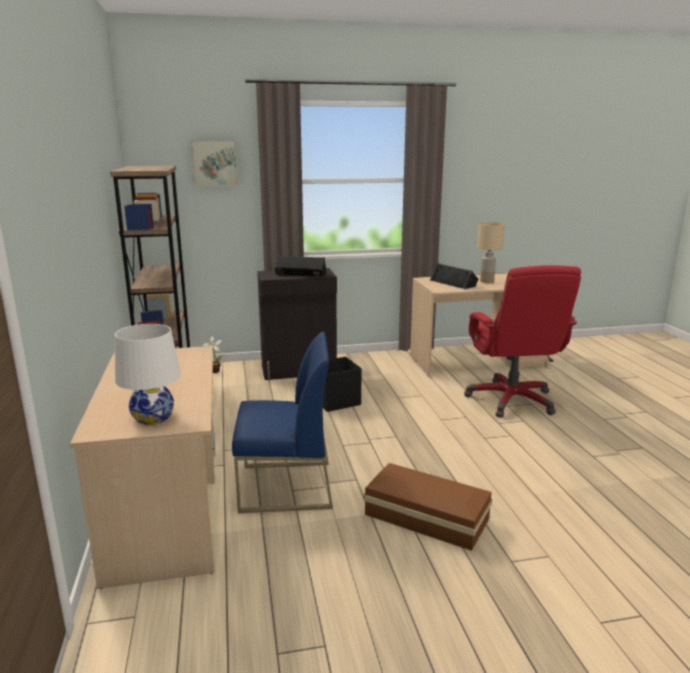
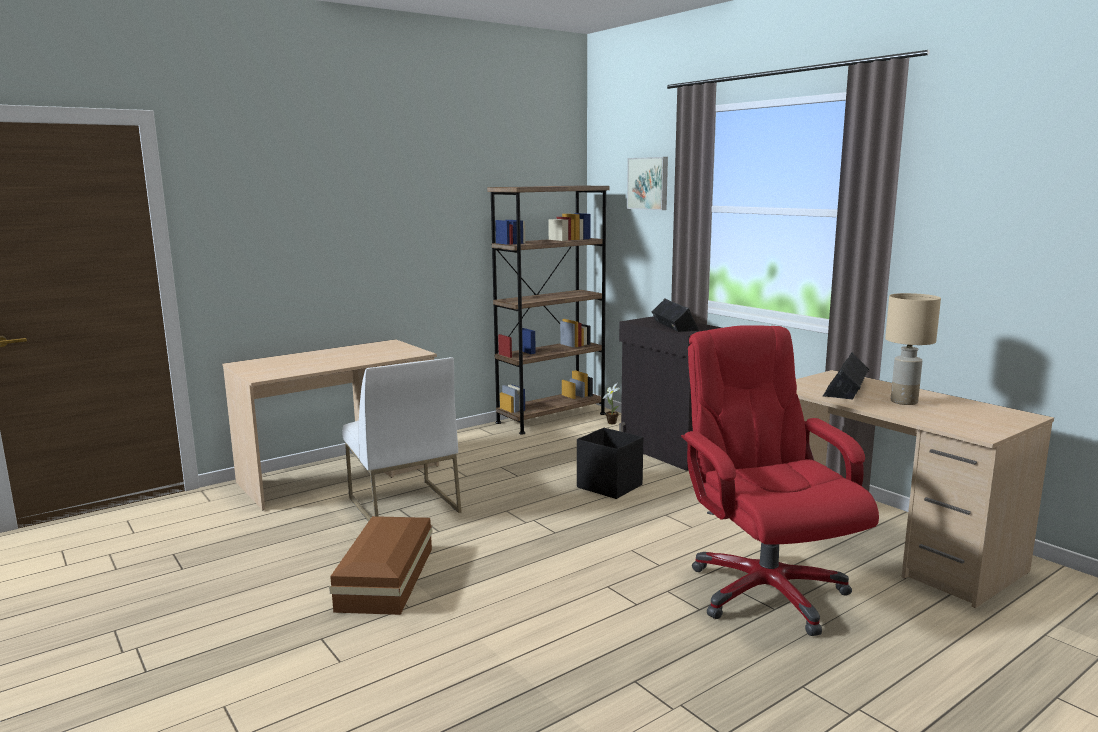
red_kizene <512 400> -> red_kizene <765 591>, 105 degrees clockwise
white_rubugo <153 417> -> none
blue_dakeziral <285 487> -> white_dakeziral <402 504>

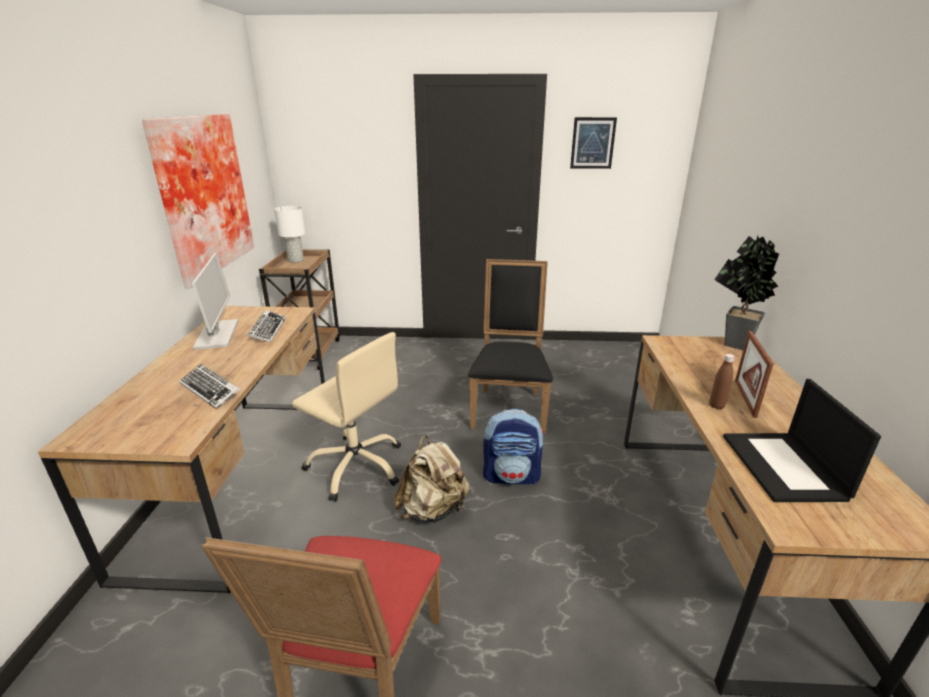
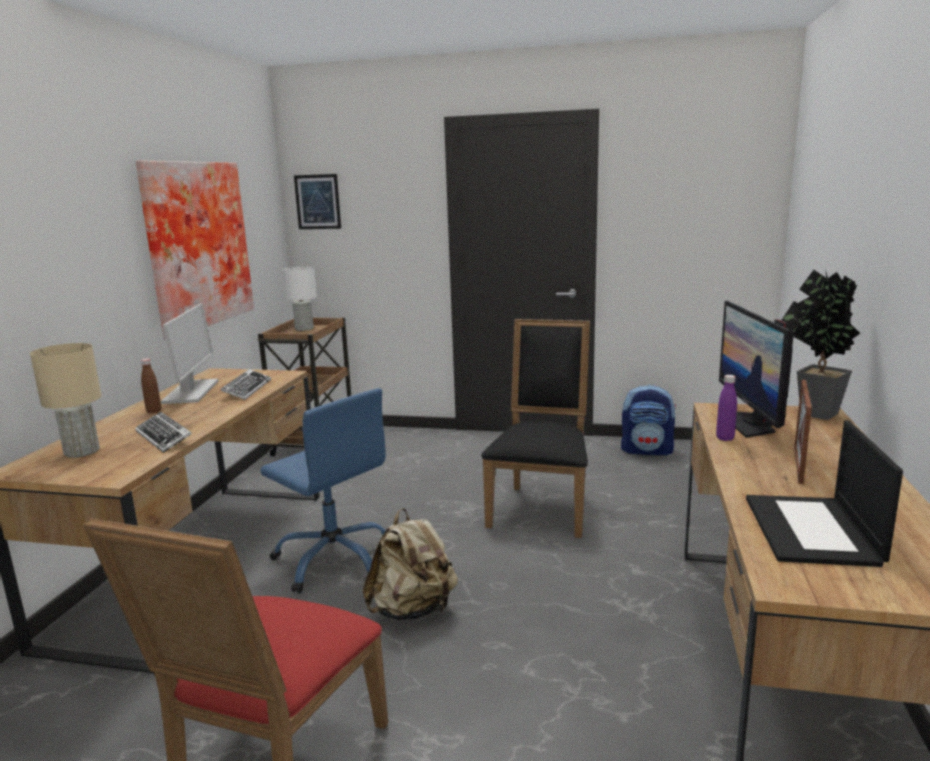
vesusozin <592 143> -> vesusozin <317 202>, relocated
beige_kizene <356 466> -> blue_kizene <334 559>
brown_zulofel <716 406> -> brown_zulofel <154 411>, relocated
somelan <512 476> -> somelan <647 450>, relocated
none -> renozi <750 424>
none -> beige_rubugo <82 452>
none -> purple_zulofel <725 438>

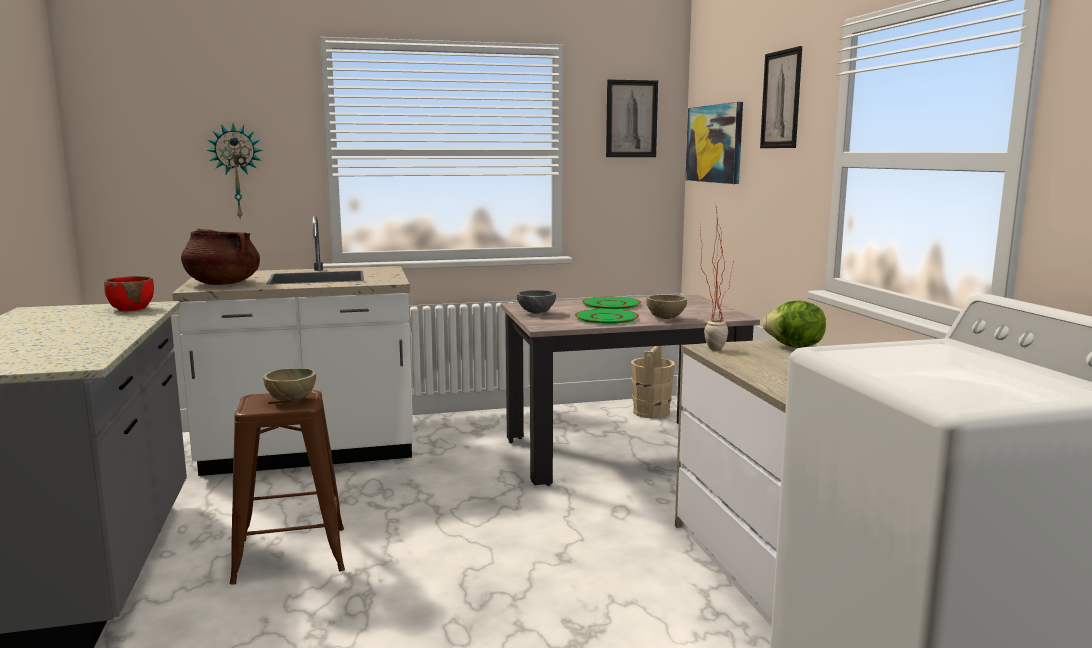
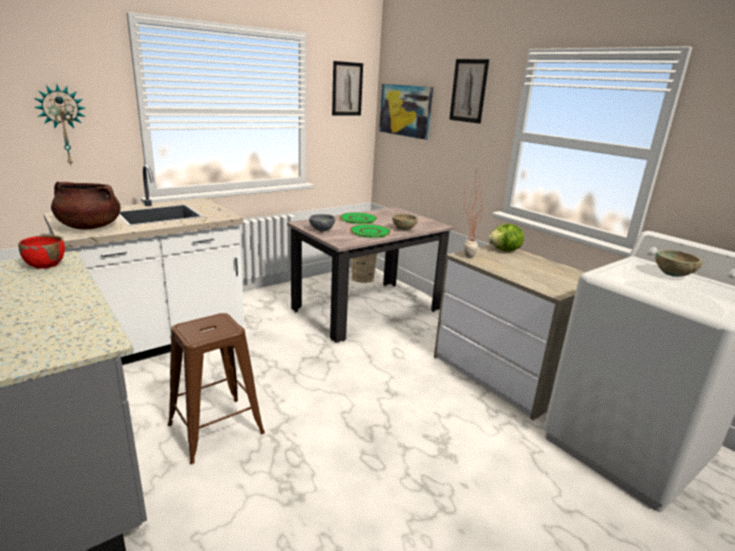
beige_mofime <292 400> -> beige_mofime <673 275>, relocated

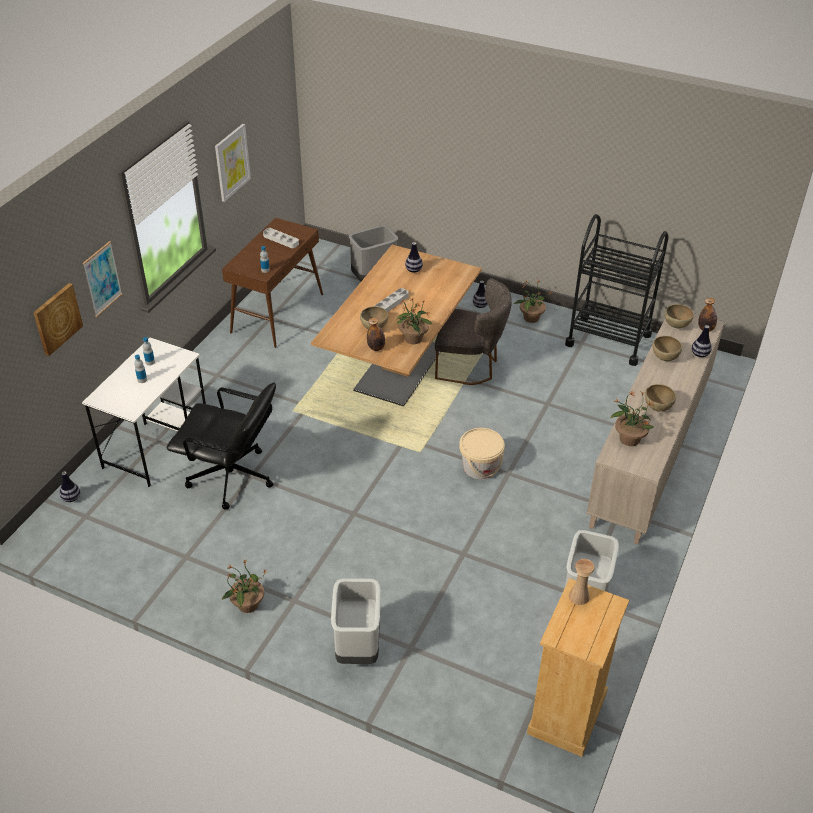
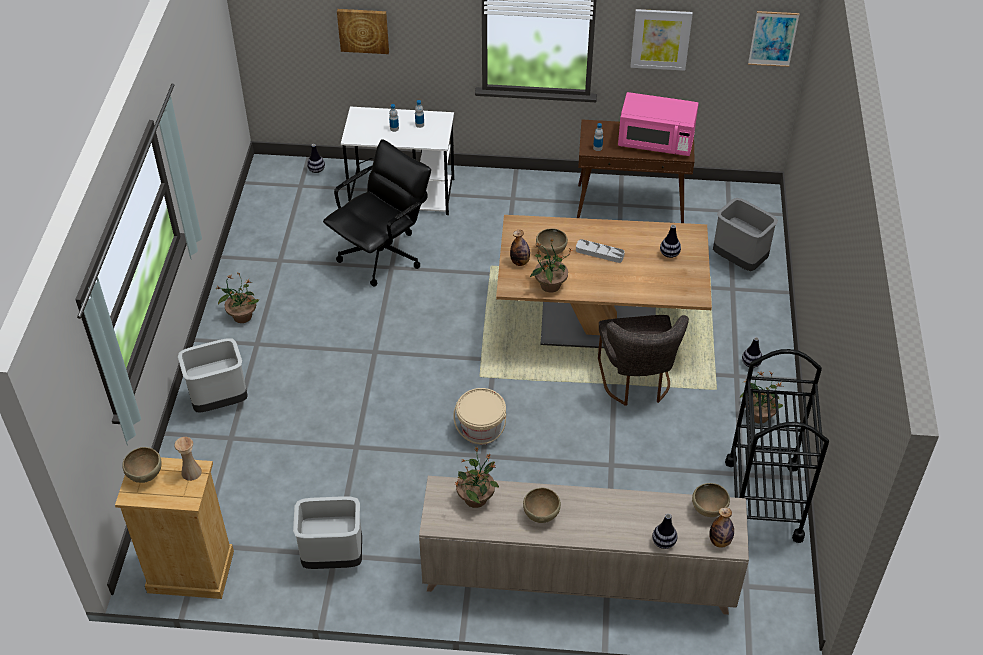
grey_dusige <281 240> -> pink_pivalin <656 142>
vesusozin <102 279> -> vesusozin <773 38>, relocated
brown_mofime <664 358> -> brown_mofime <145 475>, relocated
black_kizene <231 478> -> black_kizene <382 256>, 135 degrees counterclockwise

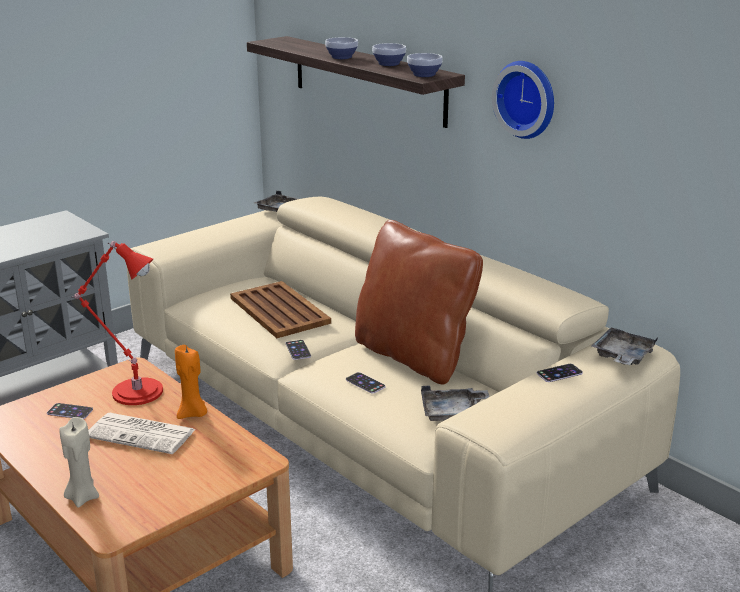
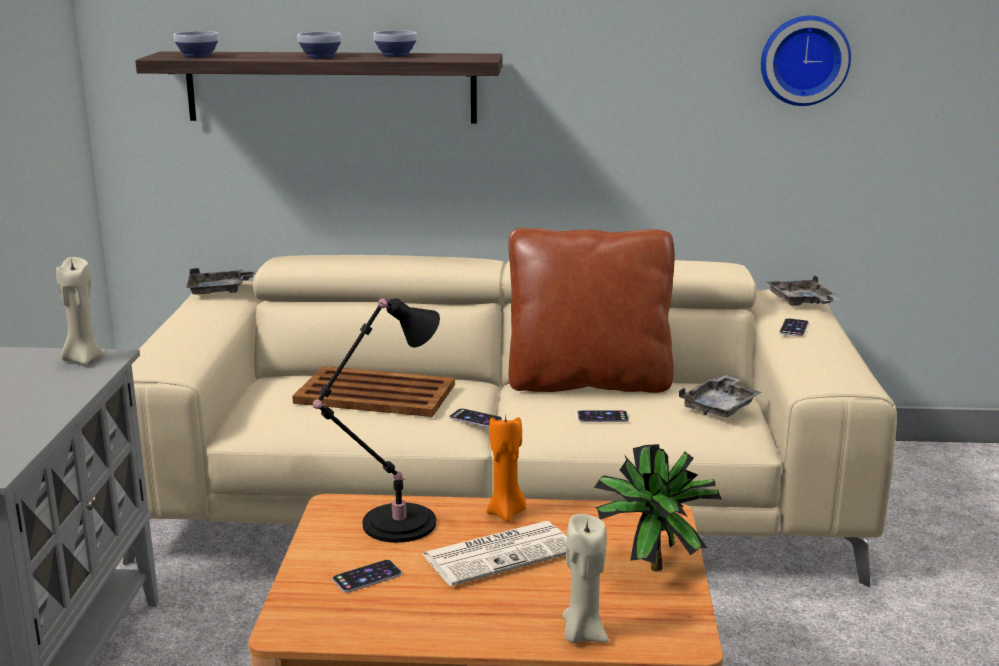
mofime <423 75> -> mofime <197 56>, relocated
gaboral <527 98> -> gaboral <804 60>, relocated
red_rubugo <133 391> -> black_rubugo <393 525>
none -> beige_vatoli <83 359>
none -> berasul <650 564>

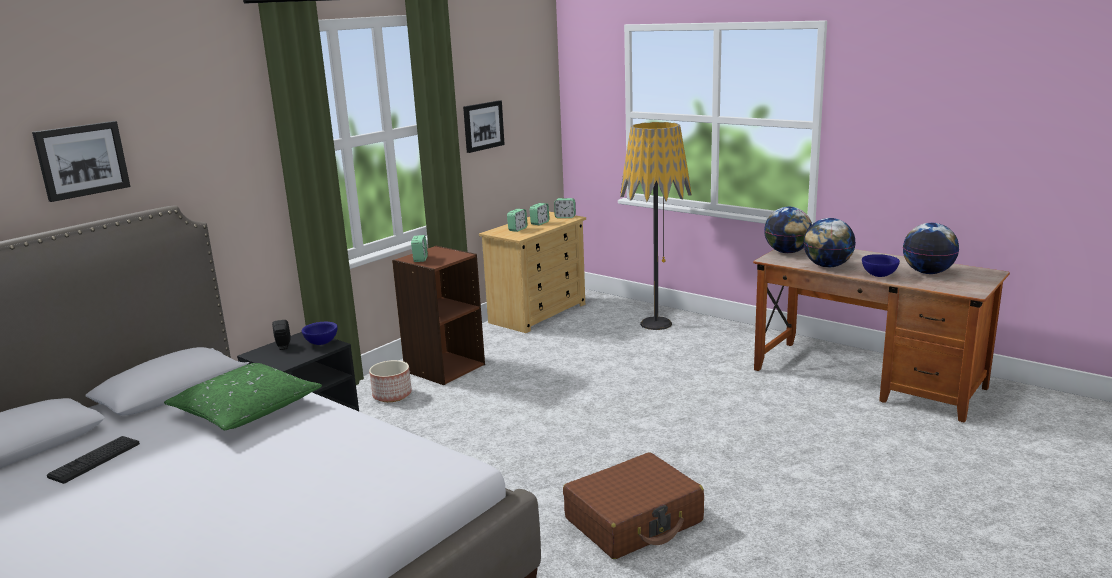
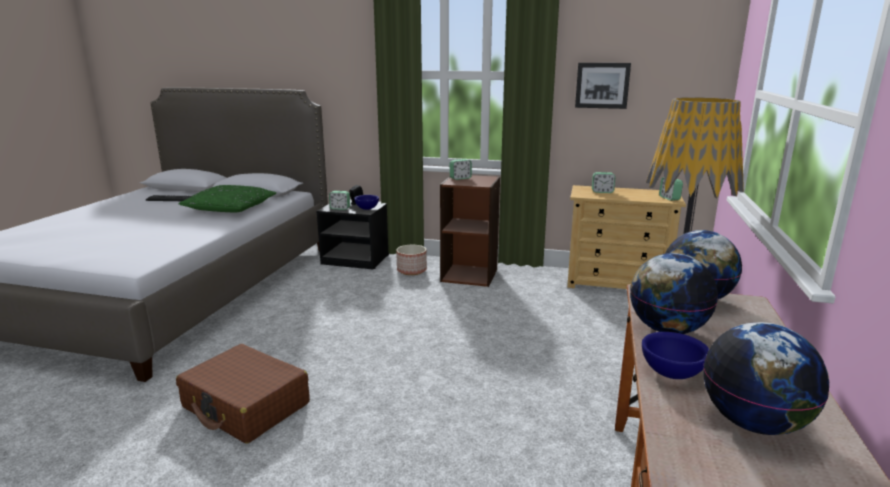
vesusozin <82 160> -> none
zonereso <540 223> -> zonereso <340 208>, relocated

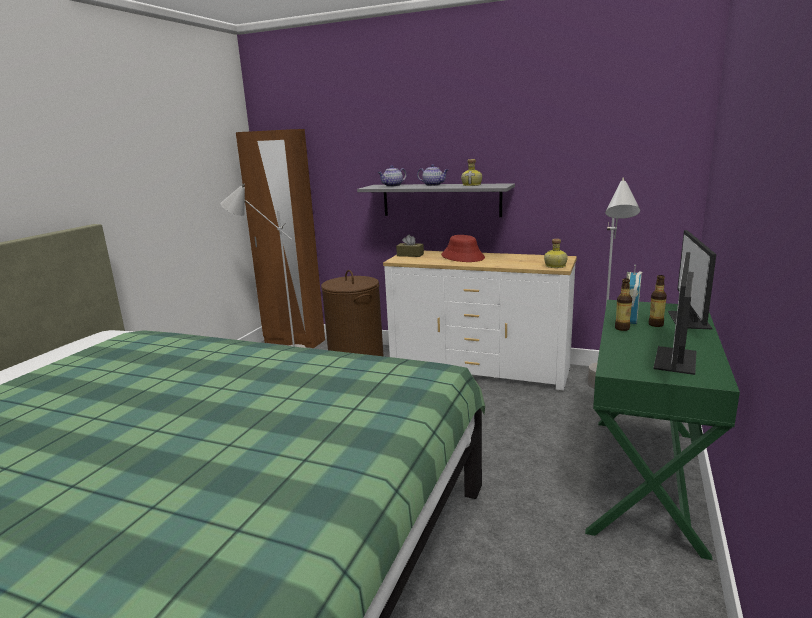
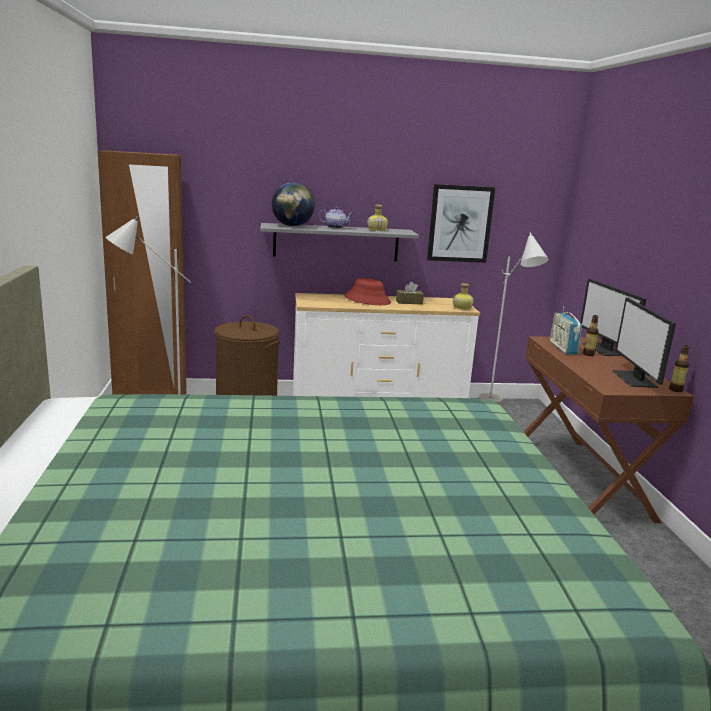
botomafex <392 186> -> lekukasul <292 226>
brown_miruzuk <410 255> -> brown_miruzuk <409 302>, relocated
zulofel <622 328> -> zulofel <675 390>, relocated
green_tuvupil <646 478> -> brown_tuvupil <580 478>
none -> vesusozin <460 224>

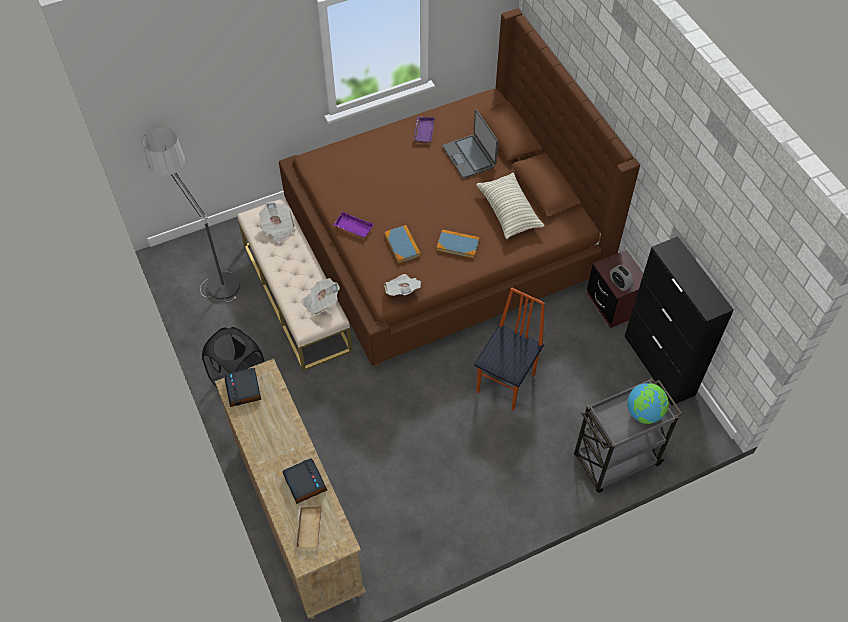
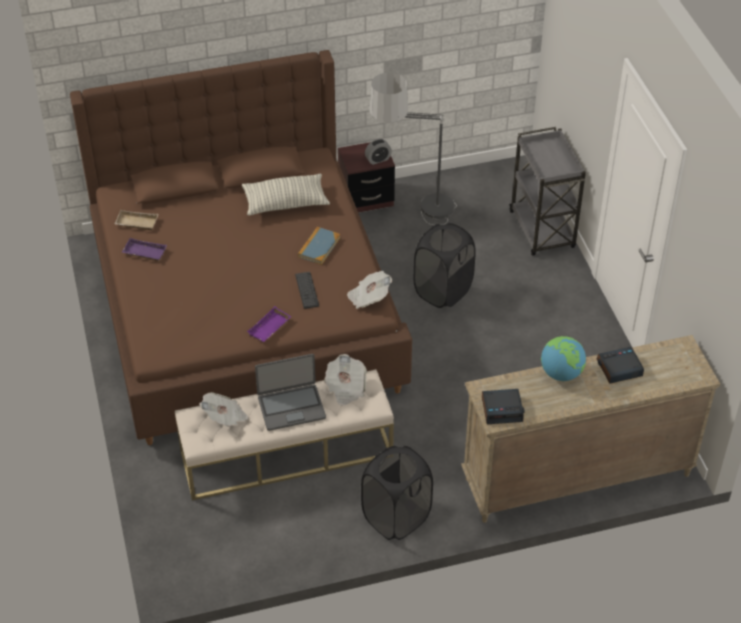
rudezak <469 156> -> rudezak <291 407>, relocated
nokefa <208 271> -> nokefa <414 218>, relocated
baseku <402 245> -> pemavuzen <307 290>
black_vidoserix <659 365> -> none
dakeziral <507 383> -> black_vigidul <443 291>
lekukasul <644 413> -> lekukasul <561 373>, relocated
beige_dusige <307 528> -> beige_dusige <136 223>, relocated

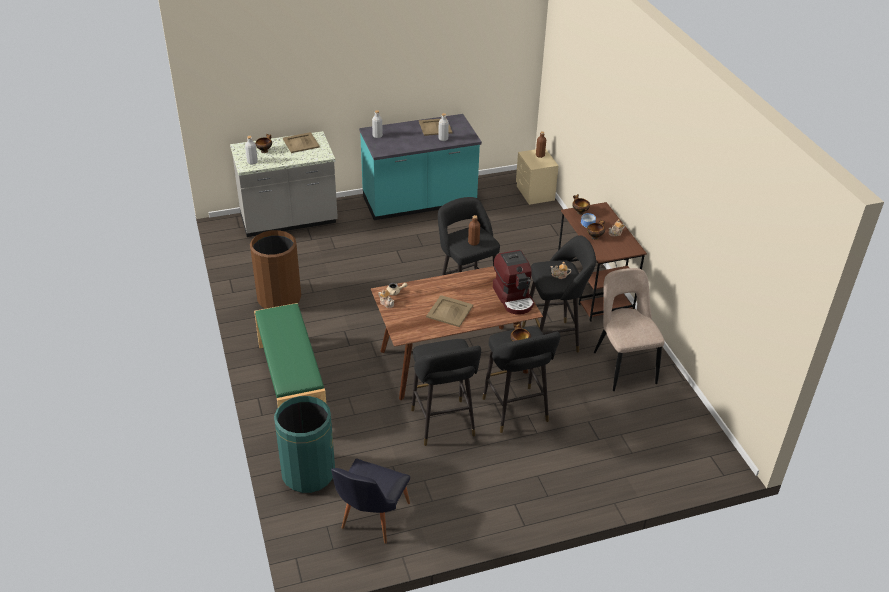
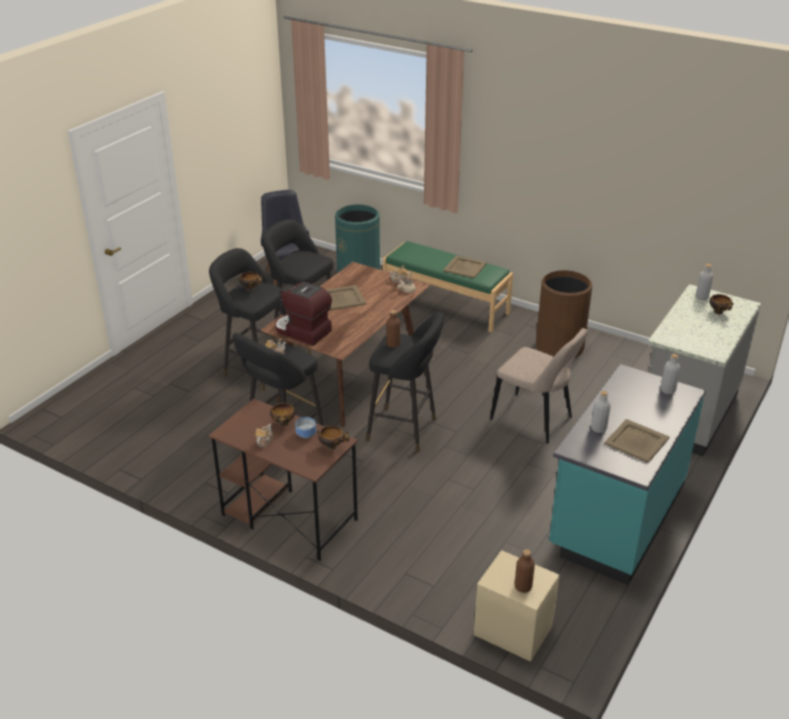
beige_dusige <301 143> -> beige_dusige <464 267>, relocated
beige_dakeziral <623 366> -> beige_dakeziral <535 420>, relocated

